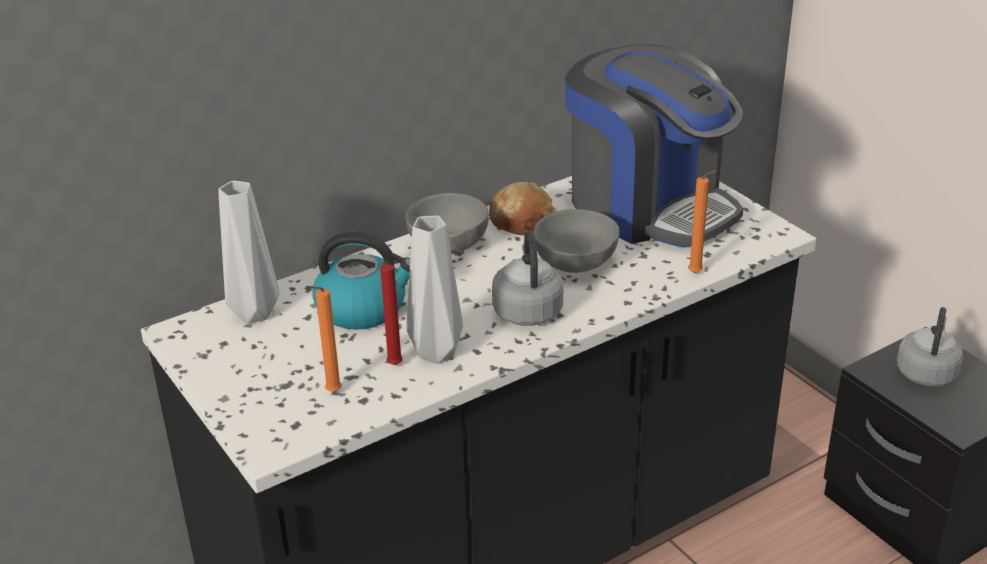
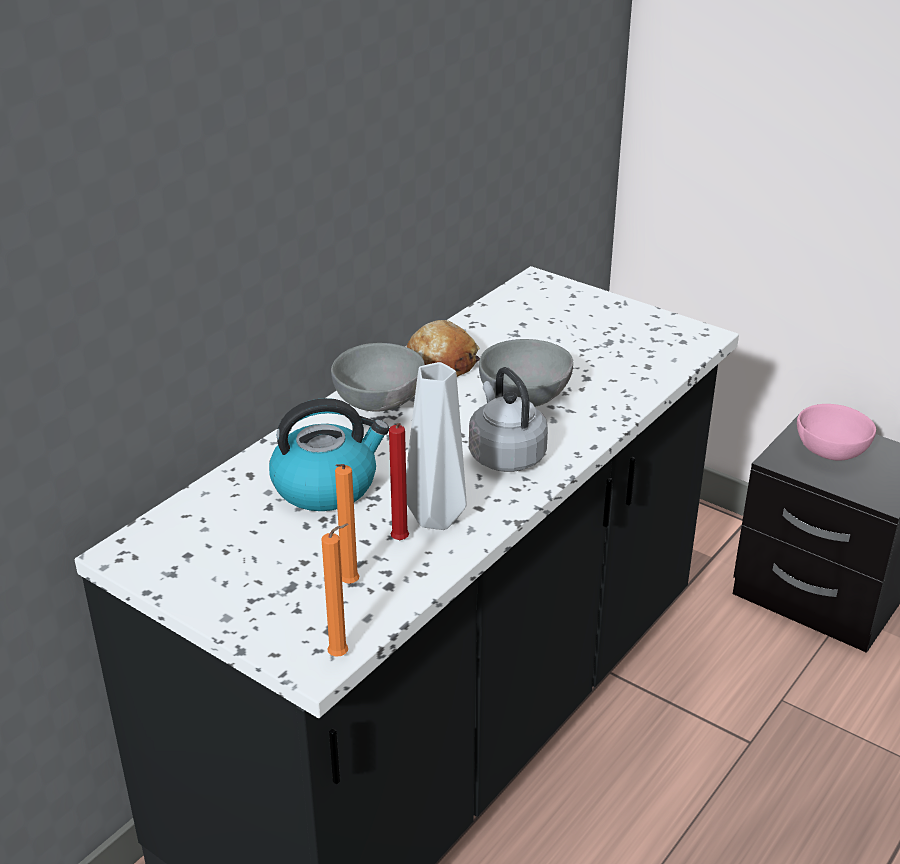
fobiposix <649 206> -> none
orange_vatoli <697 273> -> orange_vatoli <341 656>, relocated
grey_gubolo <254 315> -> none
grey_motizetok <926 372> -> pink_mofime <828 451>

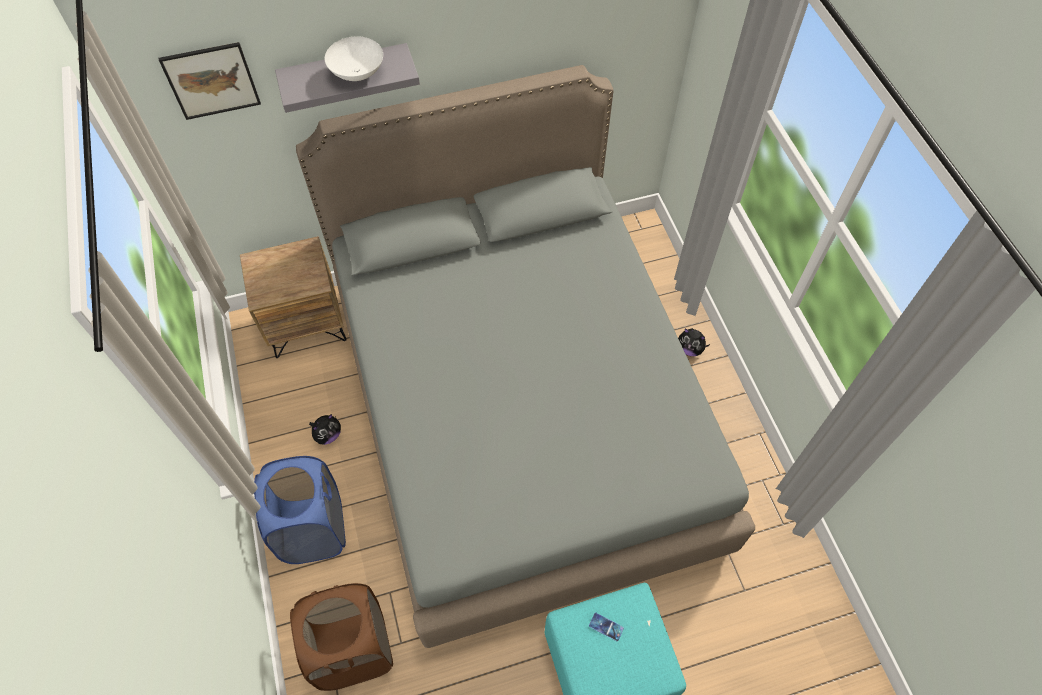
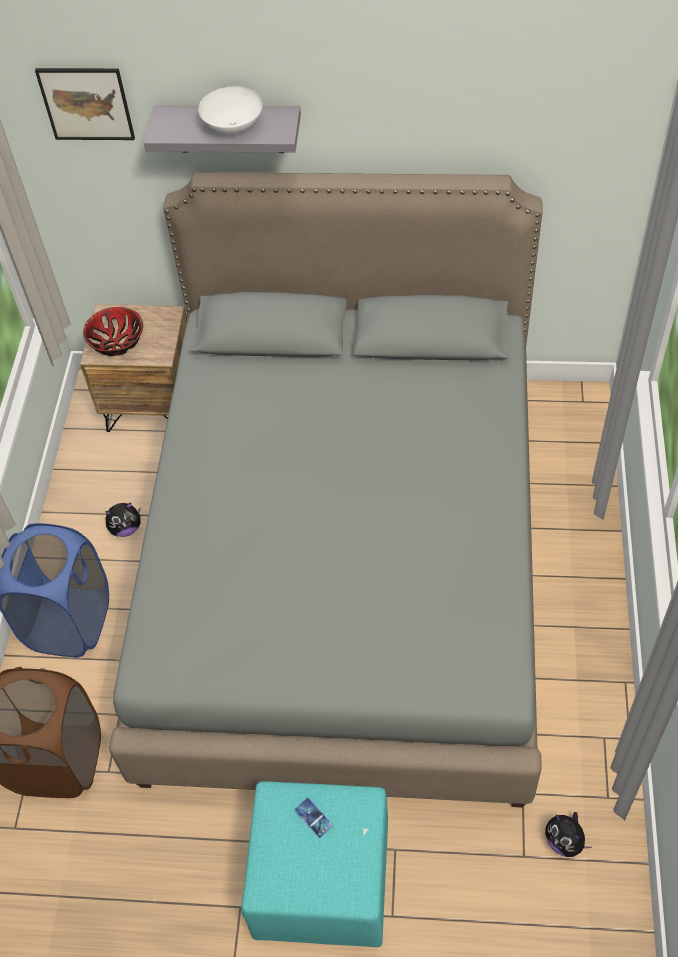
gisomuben <689 349> -> gisomuben <564 841>, relocated
none -> mofime <116 341>

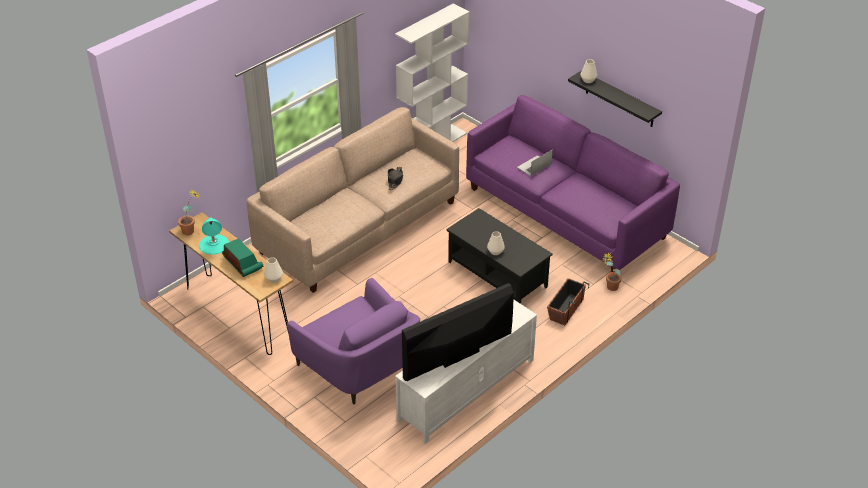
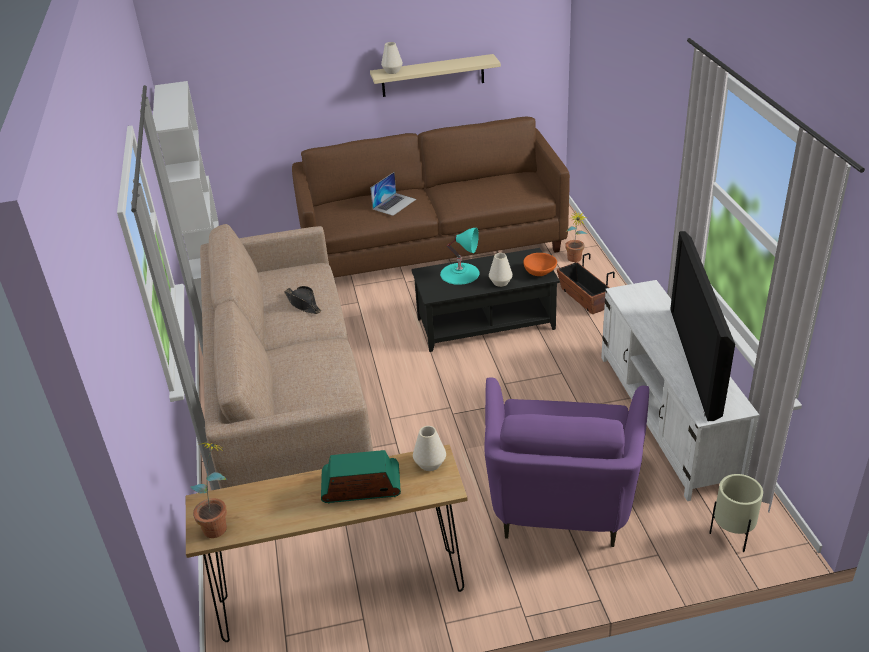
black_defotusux <619 99> -> beige_defotusux <433 75>
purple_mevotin <566 213> -> brown_mevotin <432 245>
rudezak <534 166> -> rudezak <394 204>, 135 degrees counterclockwise
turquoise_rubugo <214 244> -> turquoise_rubugo <460 273>, relocated
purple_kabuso <359 368> -> purple_kabuso <561 500>, 105 degrees clockwise
none -> orange_mofime <539 272>
none -> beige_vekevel <731 536>

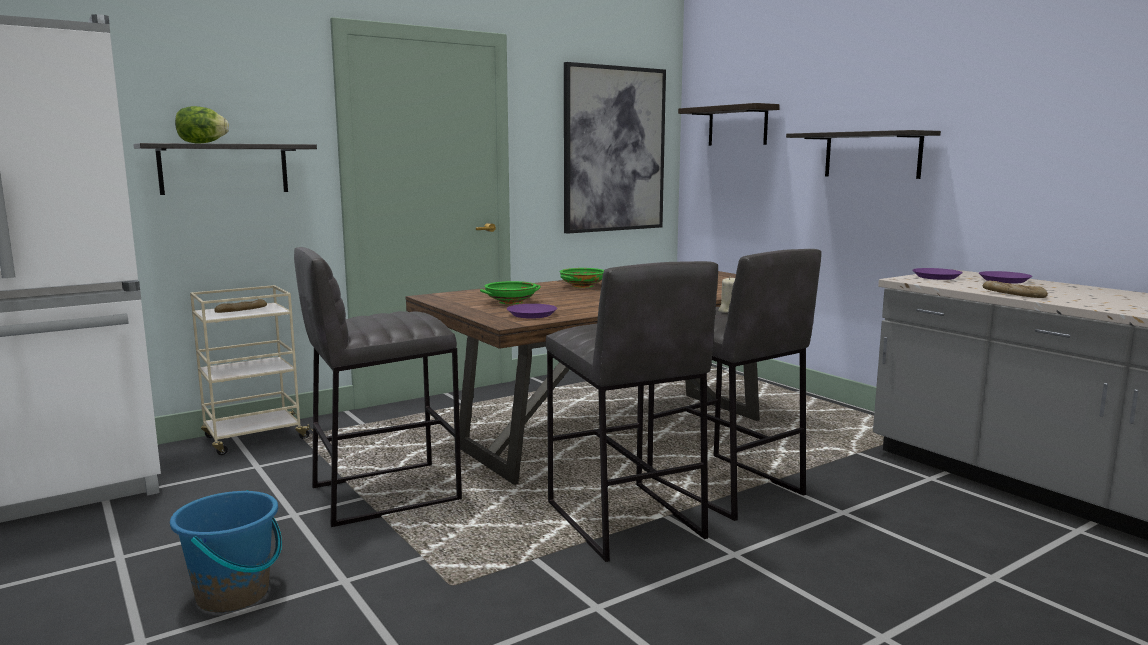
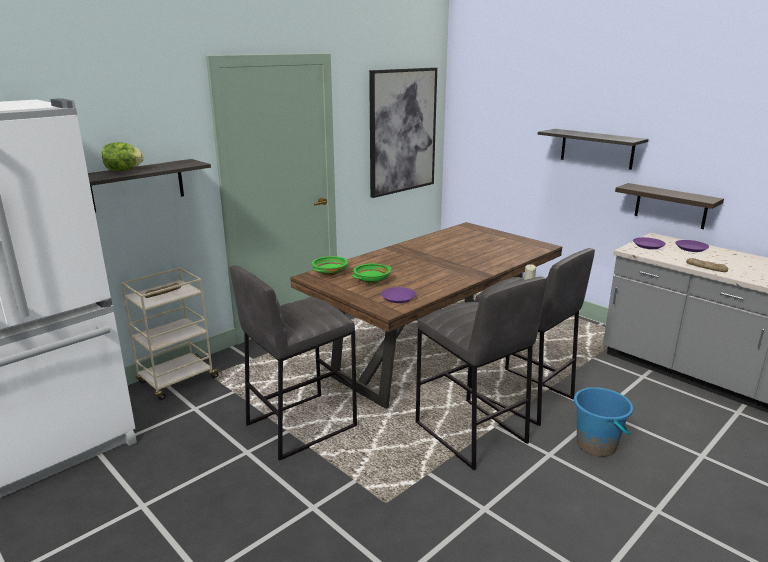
defotusux <737 126> -> defotusux <670 206>, relocated
green_mofime <582 285> -> green_mofime <330 272>, relocated
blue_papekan <234 595> -> blue_papekan <596 445>, relocated

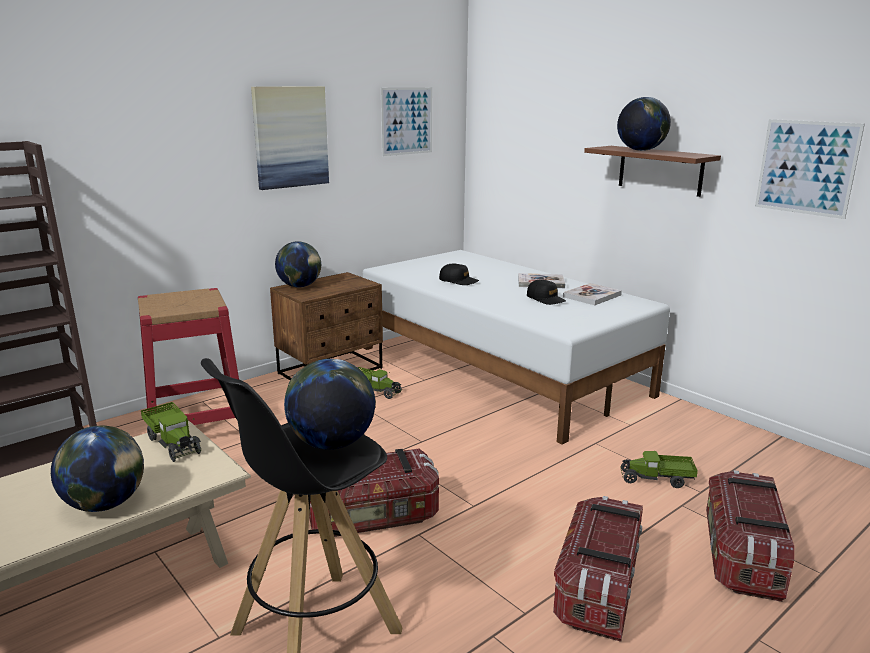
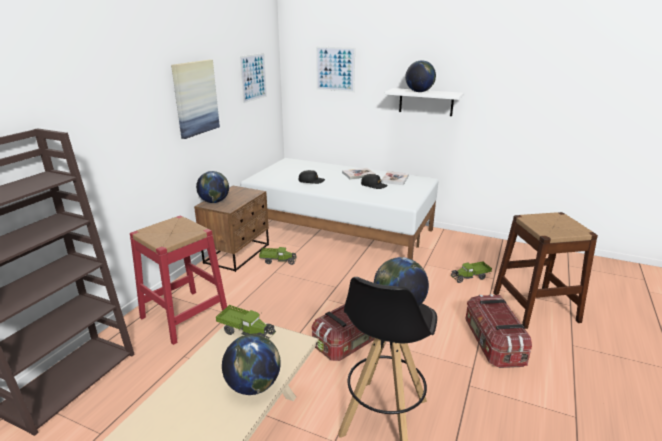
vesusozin <806 167> -> vesusozin <335 69>, relocated
brown_defotusux <660 170> -> white_defotusux <426 102>
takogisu <741 556> -> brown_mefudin <535 307>

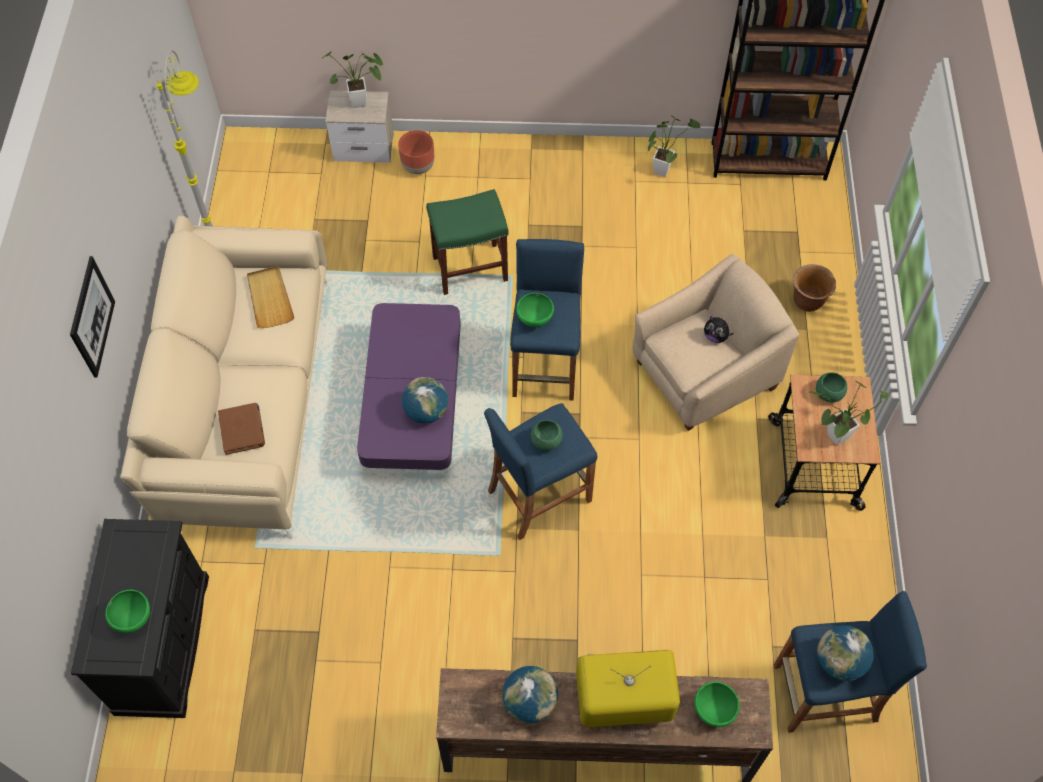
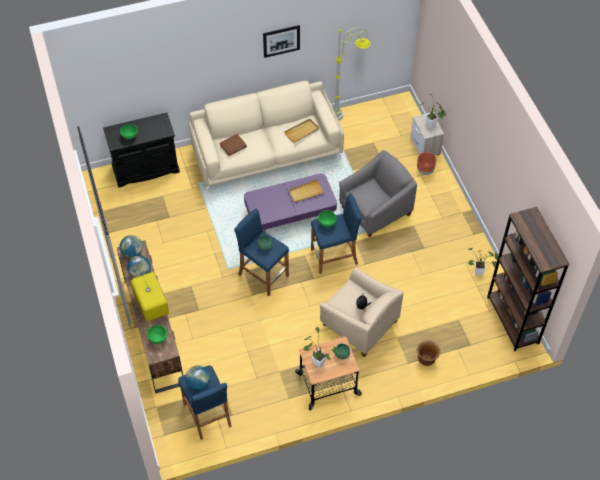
green_mefudin <471 268> -> grey_kabuso <375 211>
vesusozin <92 317> -> vesusozin <281 41>, relocated
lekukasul <426 412> -> lekukasul <132 253>, relocated
none -> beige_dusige <306 192>

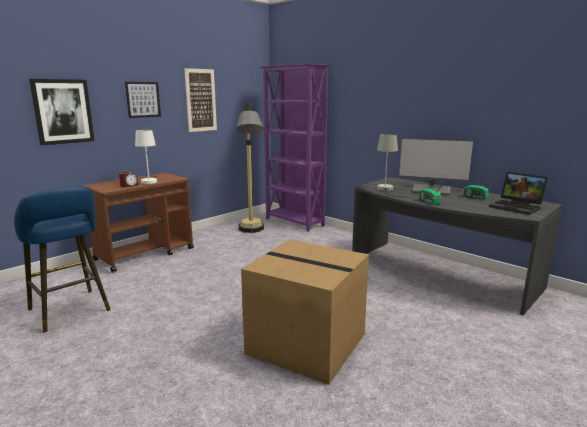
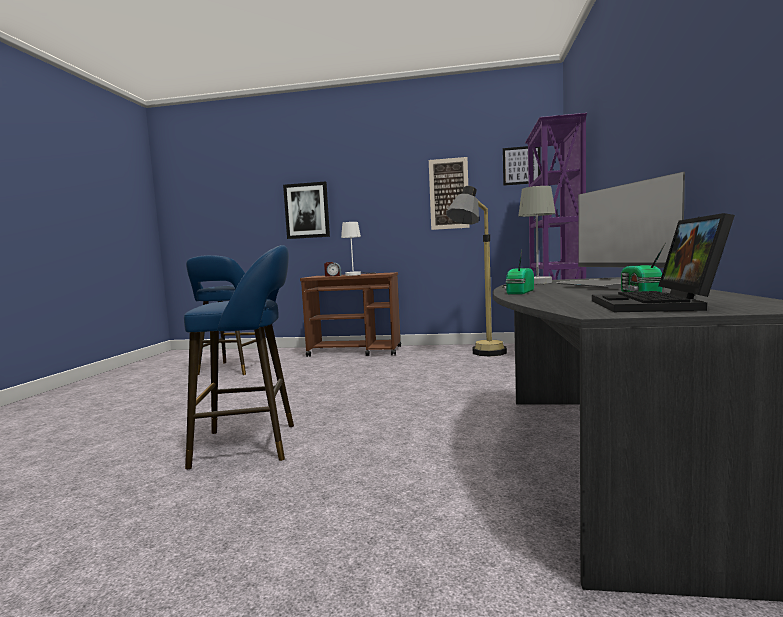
vesusozin <143 99> -> vesusozin <521 165>, relocated
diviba <308 343> -> blue_mefudin <252 444>

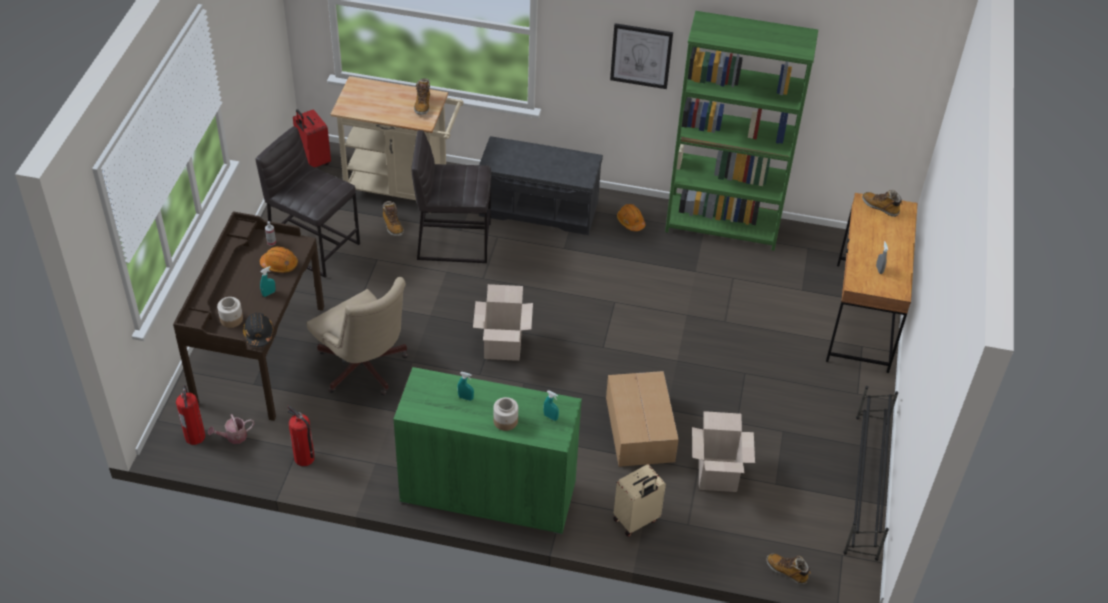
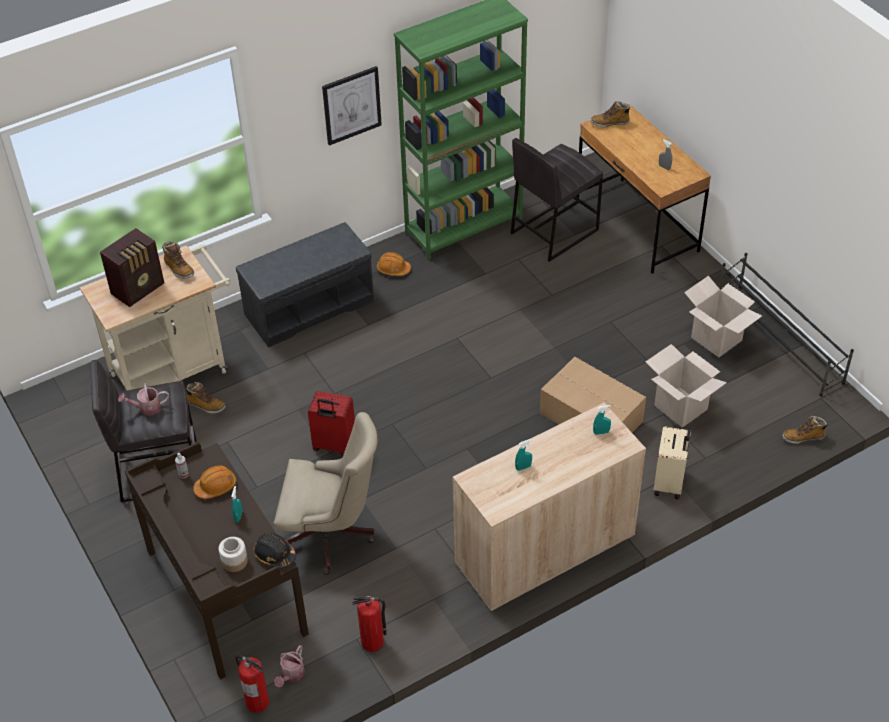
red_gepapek <313 161> -> red_gepapek <333 445>, relocated
grey_mefudin <453 240> -> grey_mefudin <553 231>, relocated
diviba <502 346> -> diviba <716 339>, relocated
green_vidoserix <488 492> -> beige_vidoserix <544 549>
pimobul <506 421> -> none
none -> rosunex <139 289>
none -> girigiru <146 408>

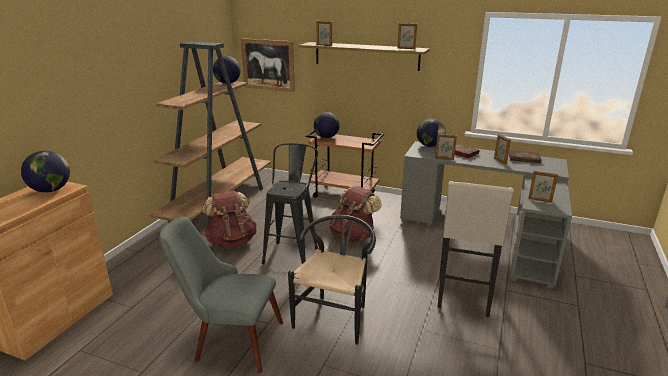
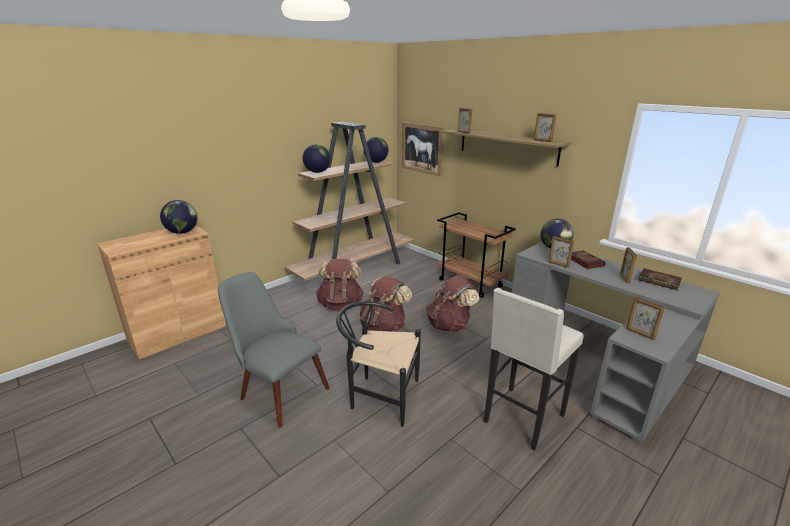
lekukasul <326 137> -> lekukasul <317 172>, relocated
black_mefudin <293 252> -> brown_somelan <384 327>
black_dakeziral <335 314> -> black_dakeziral <379 396>, 120 degrees counterclockwise

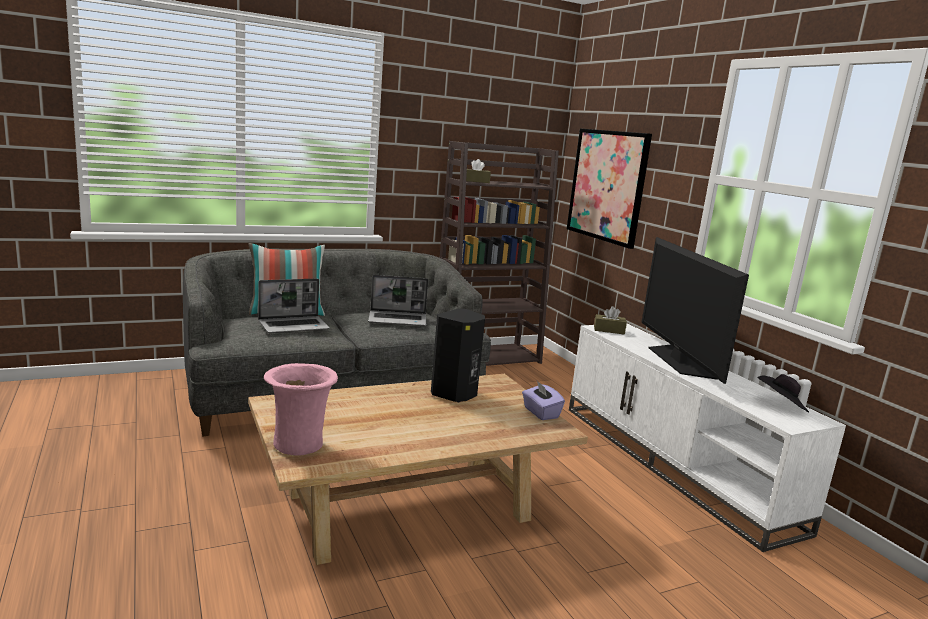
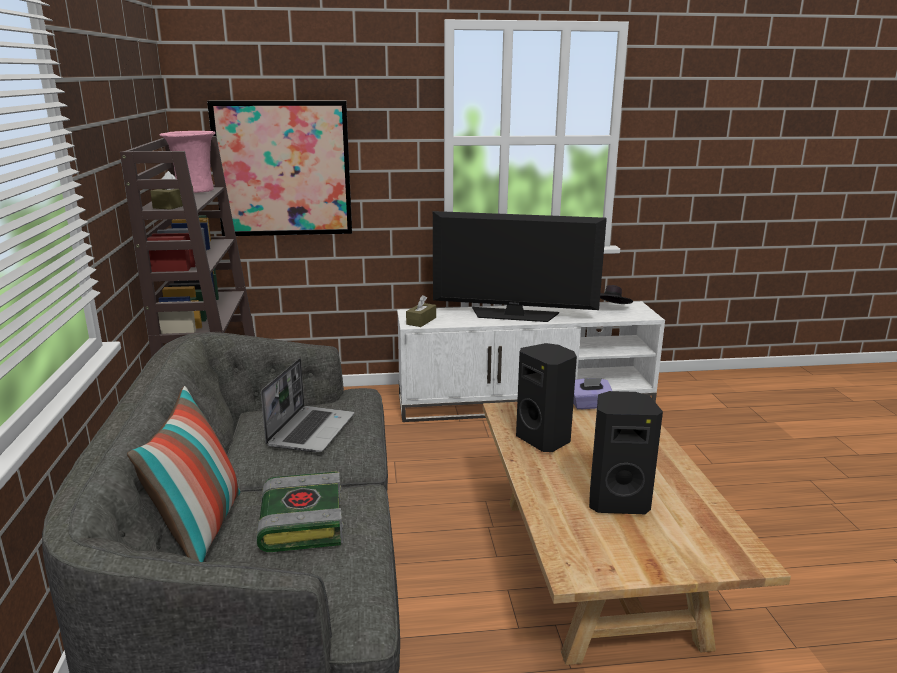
rudezak <294 326> -> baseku <300 521>
pink_gubolo <299 444> -> pink_gubolo <194 191>, relocated
none -> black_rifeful <617 501>

